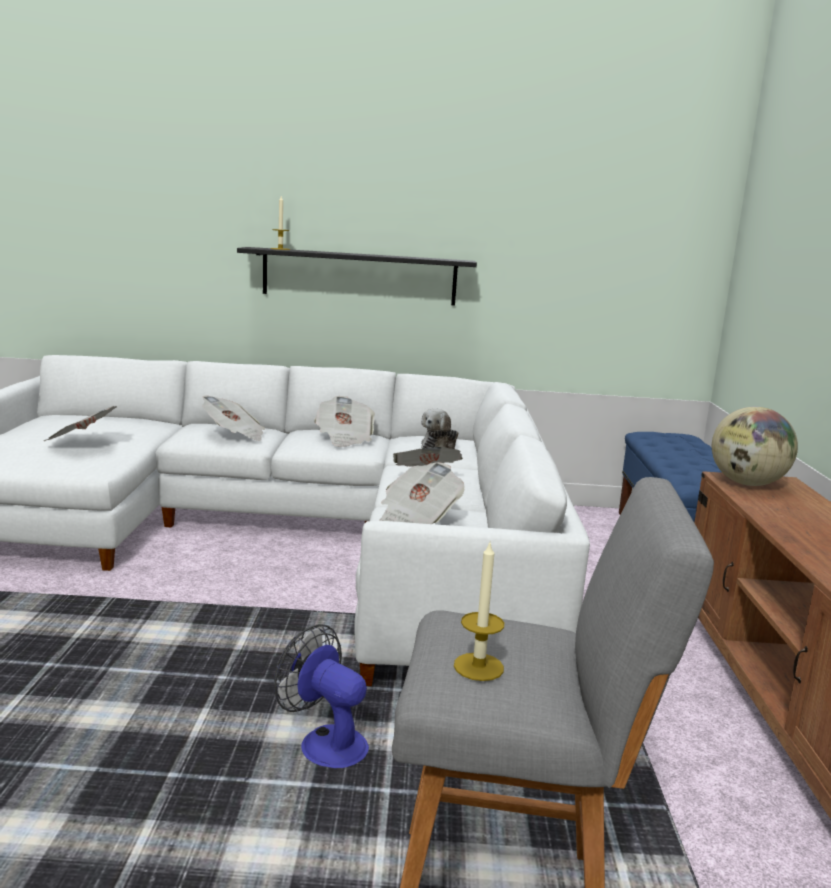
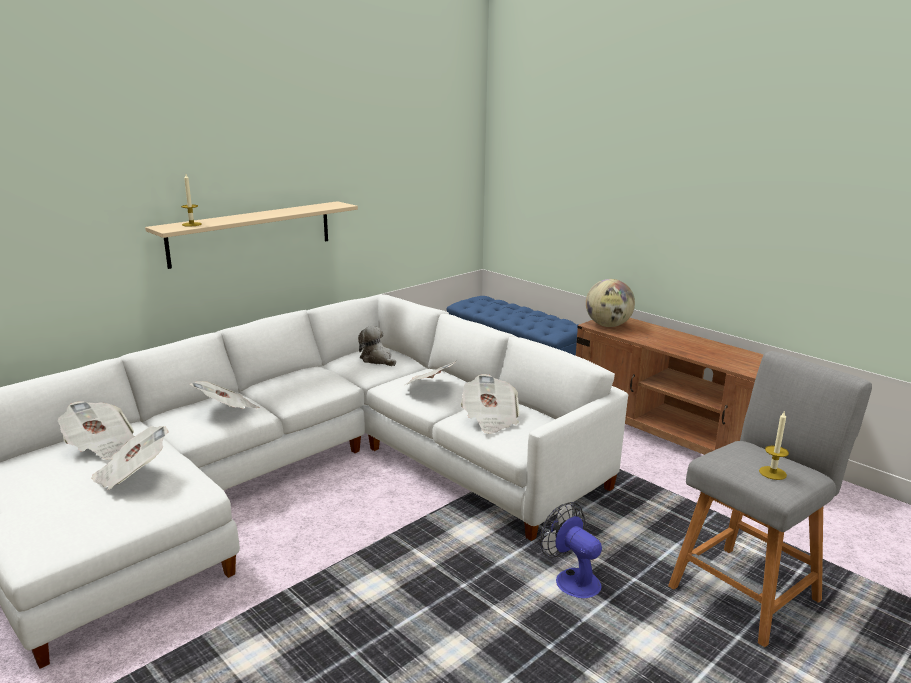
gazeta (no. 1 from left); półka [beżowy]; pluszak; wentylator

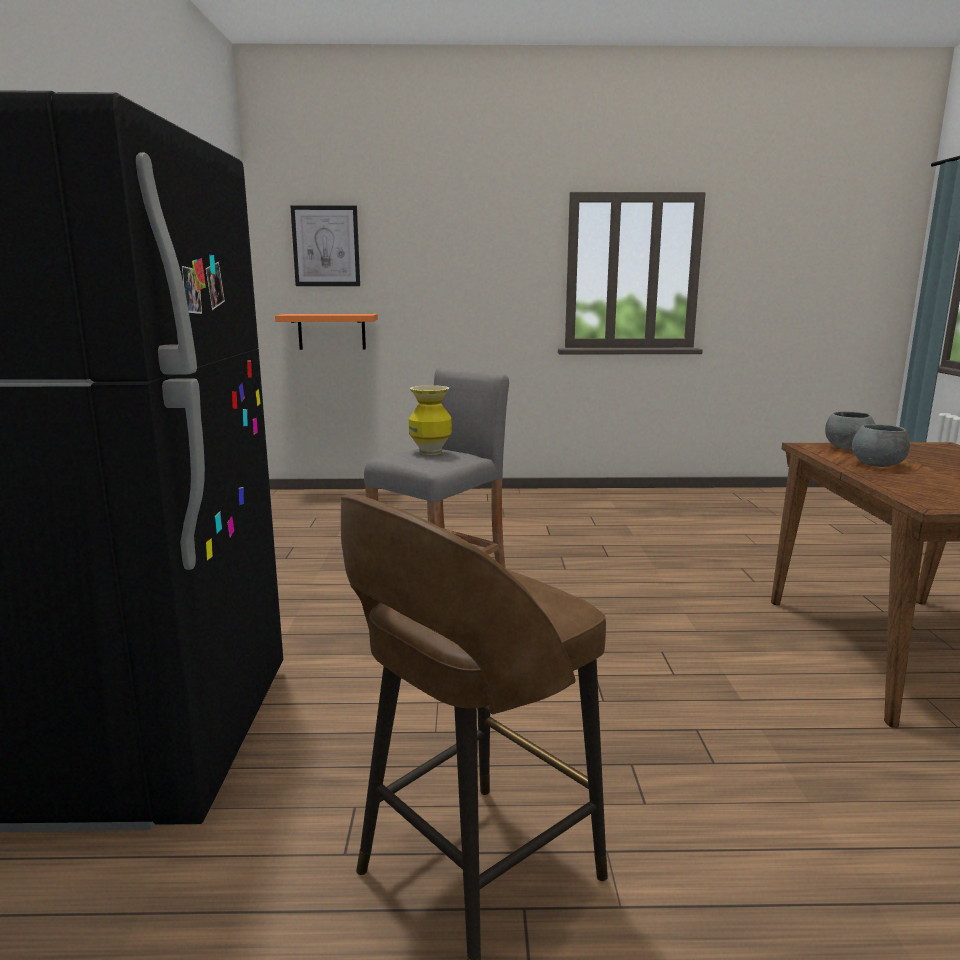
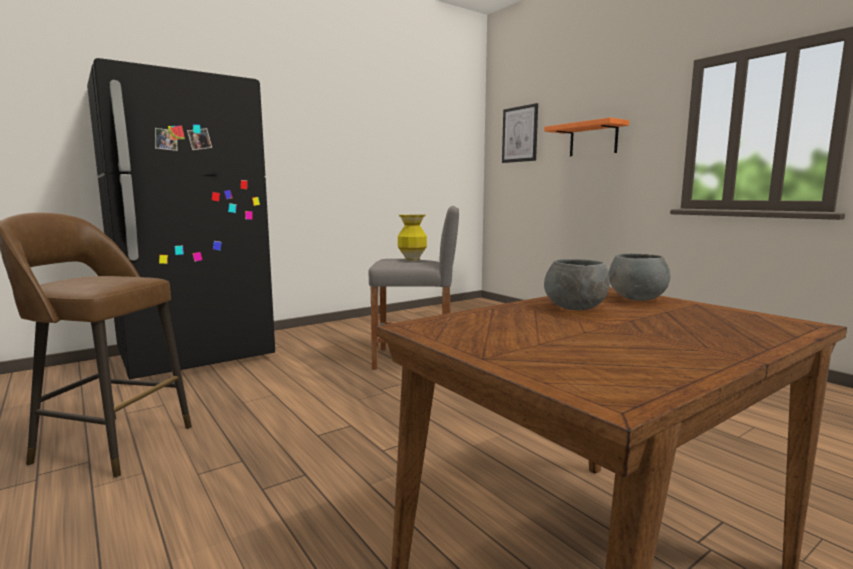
półka [pomarańczowy]

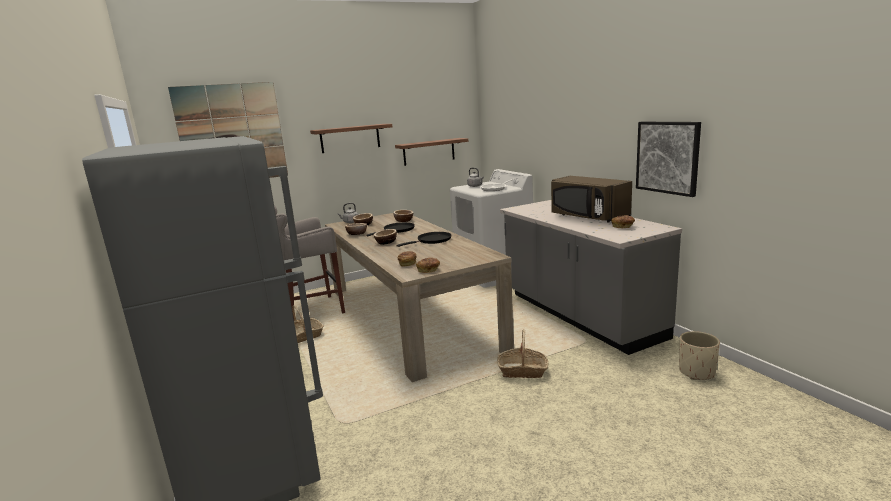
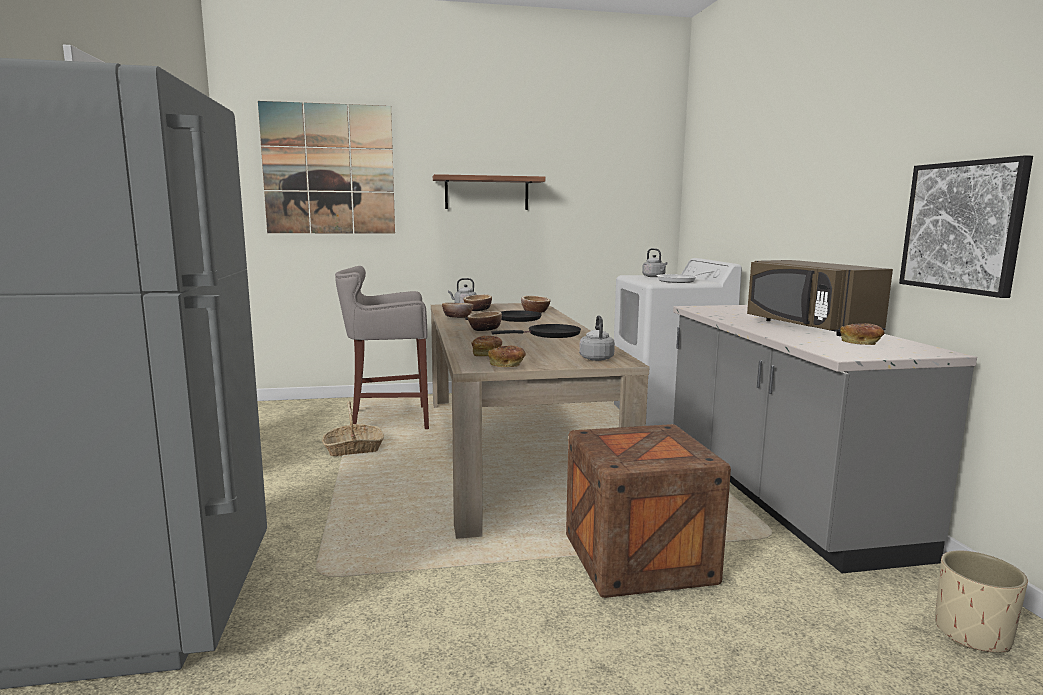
skrzynka; czajnik [szary] (no. 2 from left); półka (no. 2 from left in the first image)

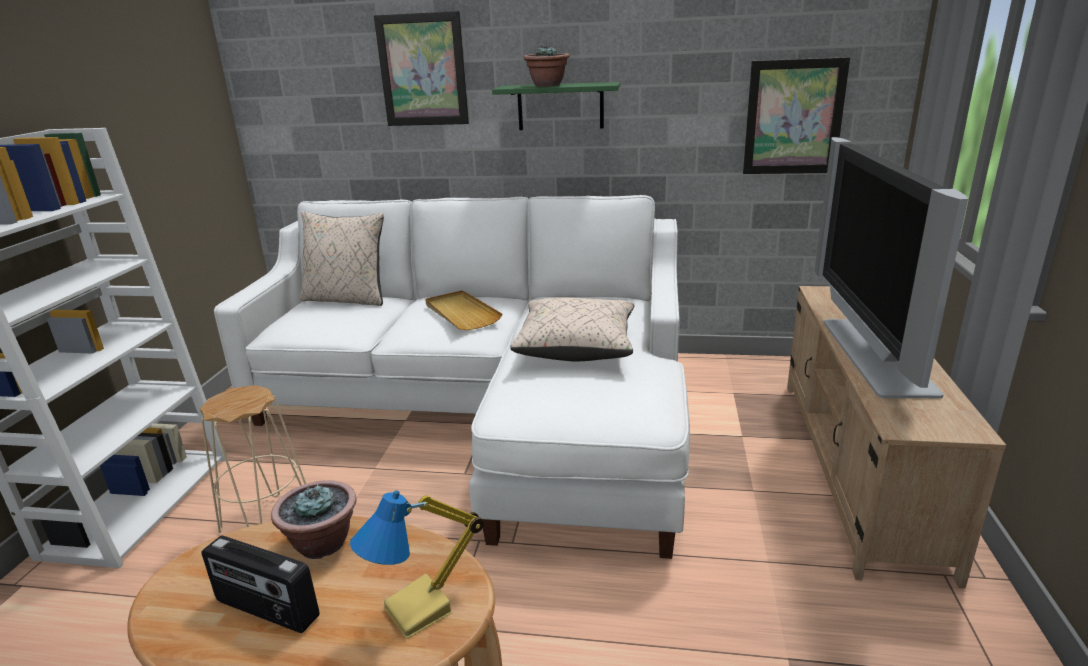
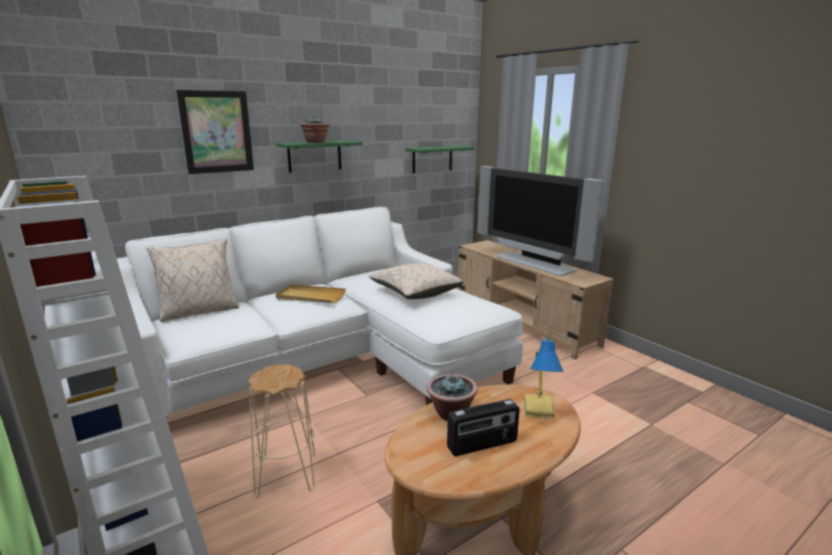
półka [zielony] (no. 2 from left)

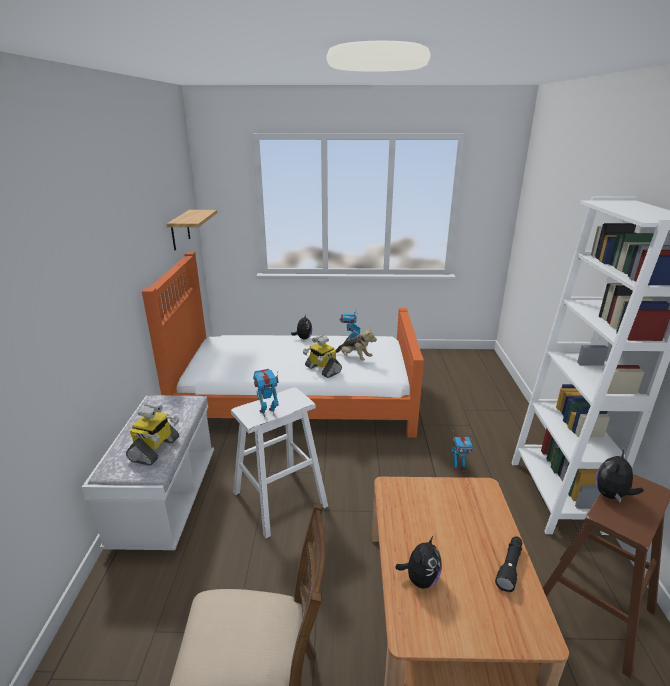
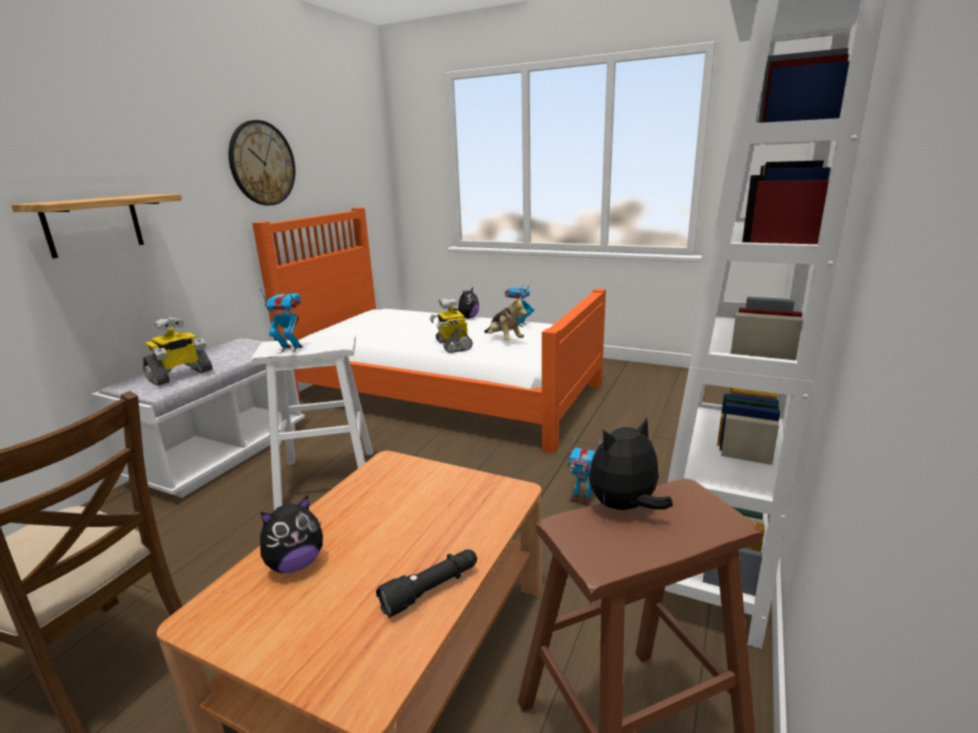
półka; zegar ścienny

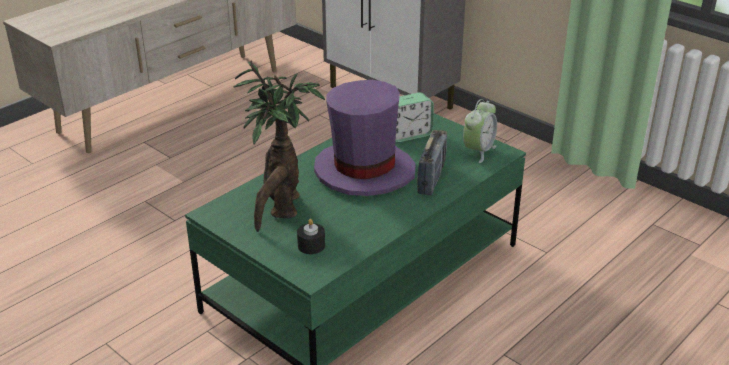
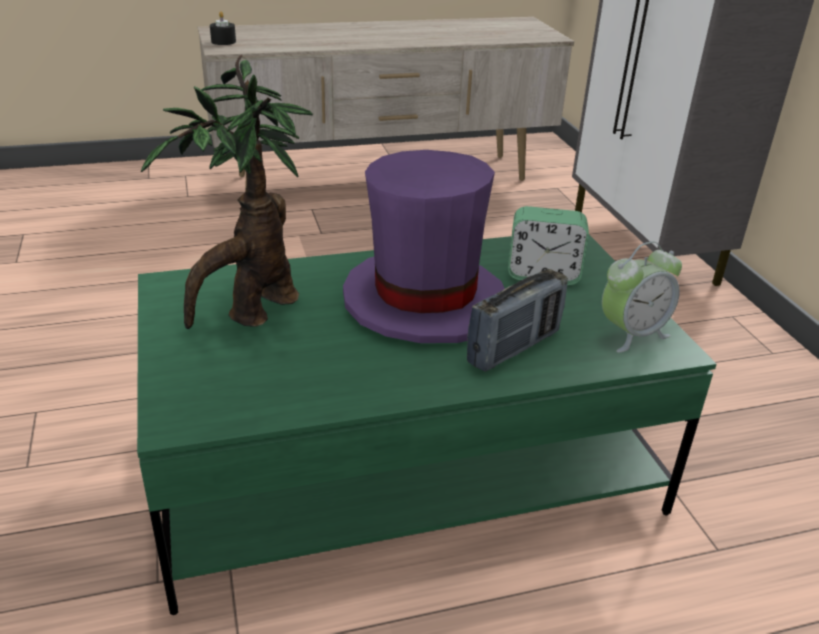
świeca [czarny]

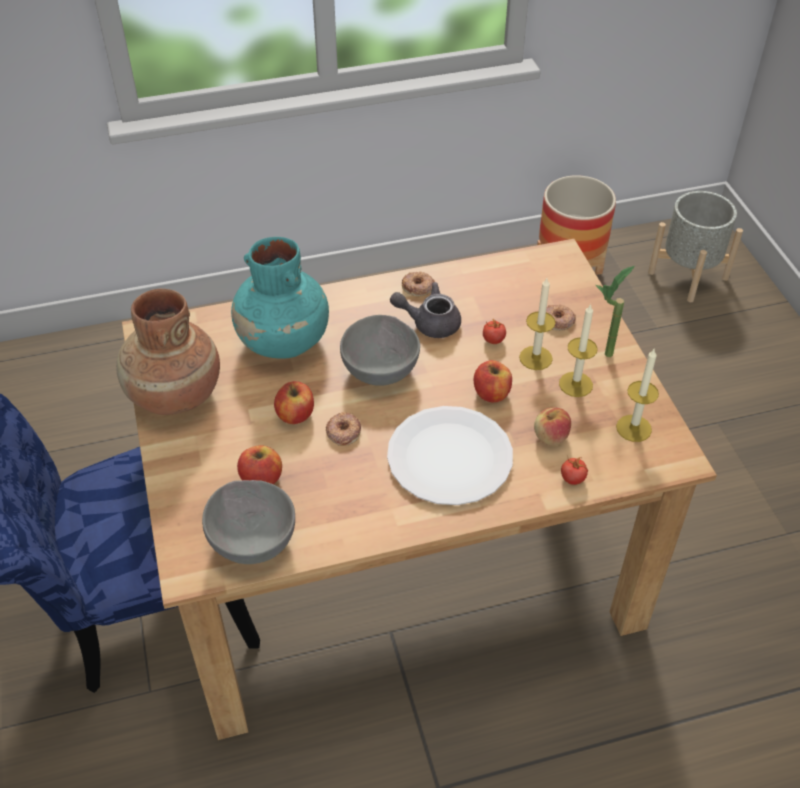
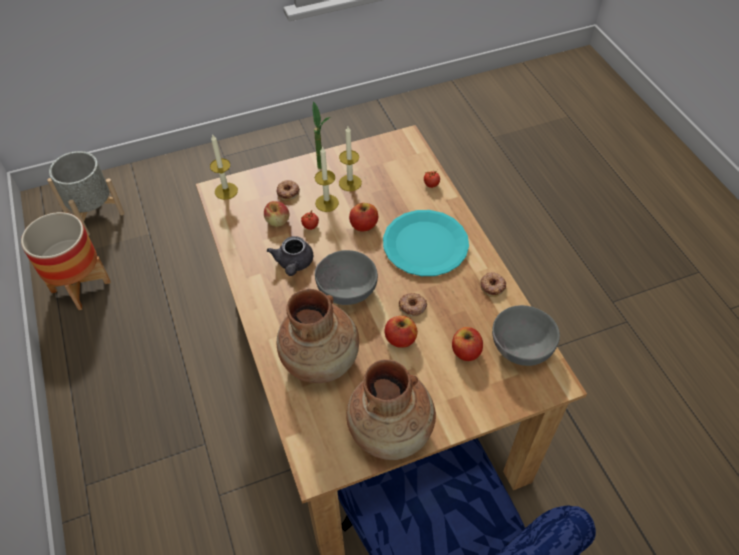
świeca (no. 1 from left); jabłko (no. 1 from left); wazon [brązowy] (no. 1 from left); talerz [turkusowy]; donut (no. 3 from left)

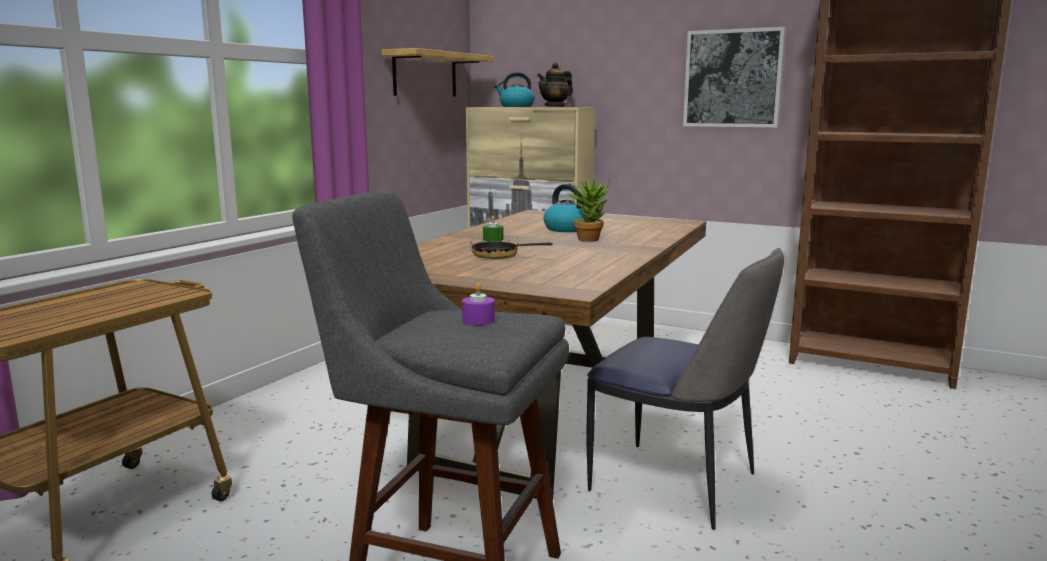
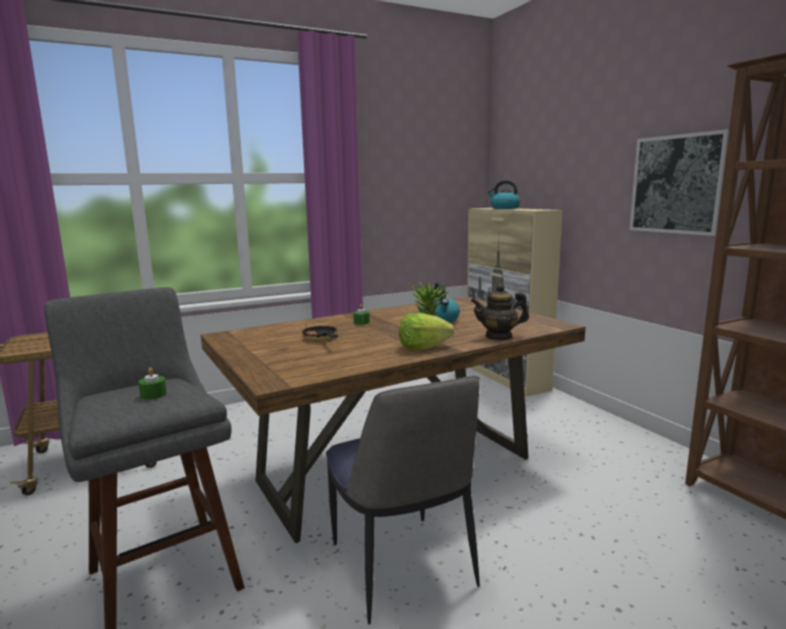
świeca [zielony] (no. 1 from left); sałata; imbryk; półka

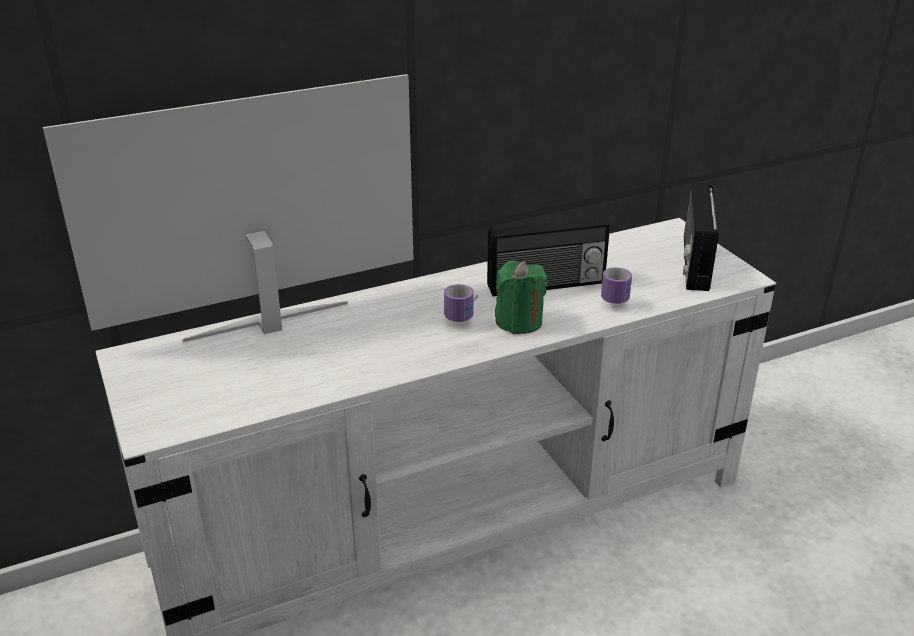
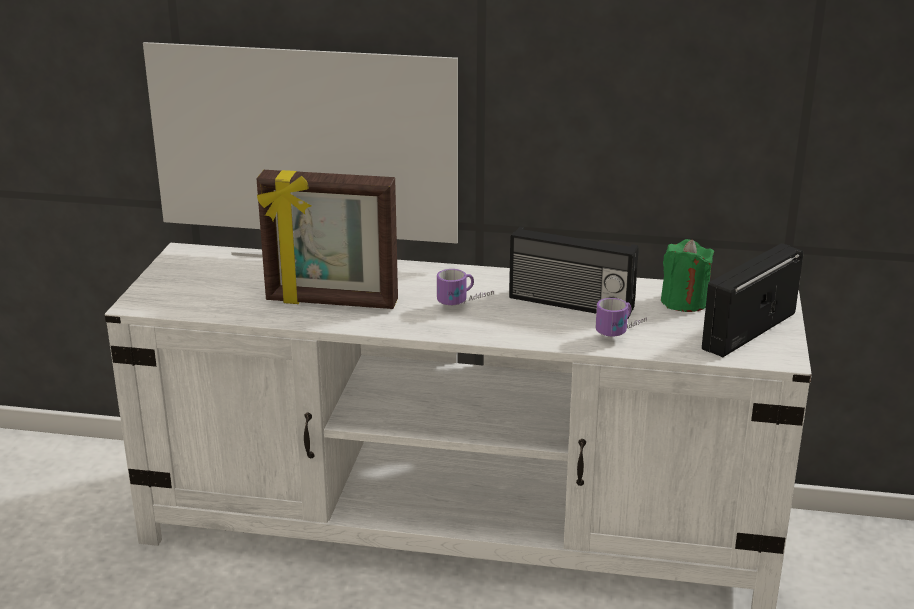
ramka na zdjęcie; świeca [zielony]

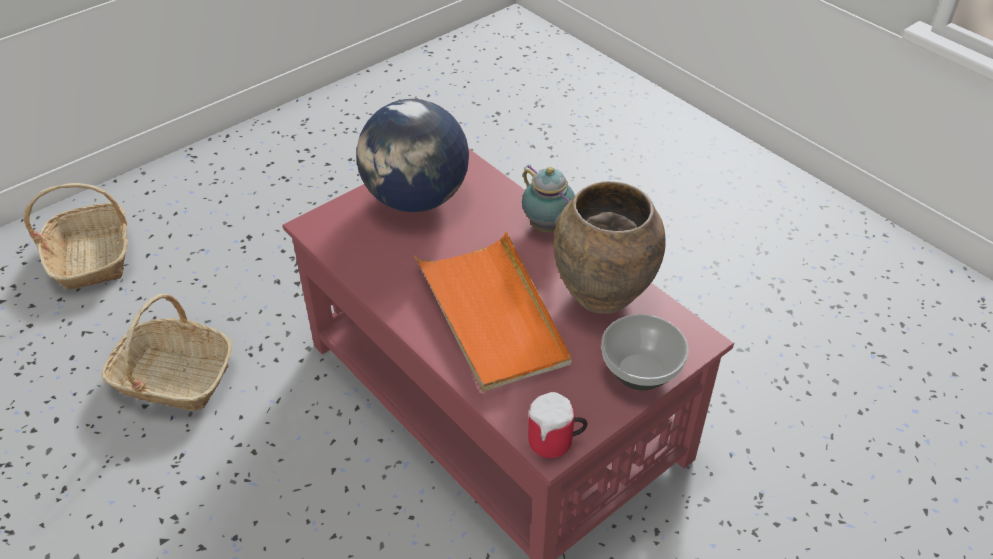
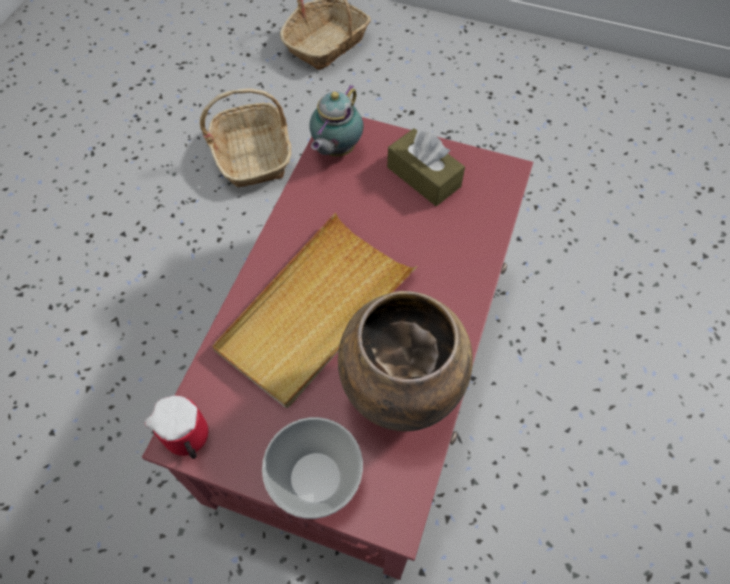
taca [beżowy]; imbryk; pudełko chusteczek [brązowy]

